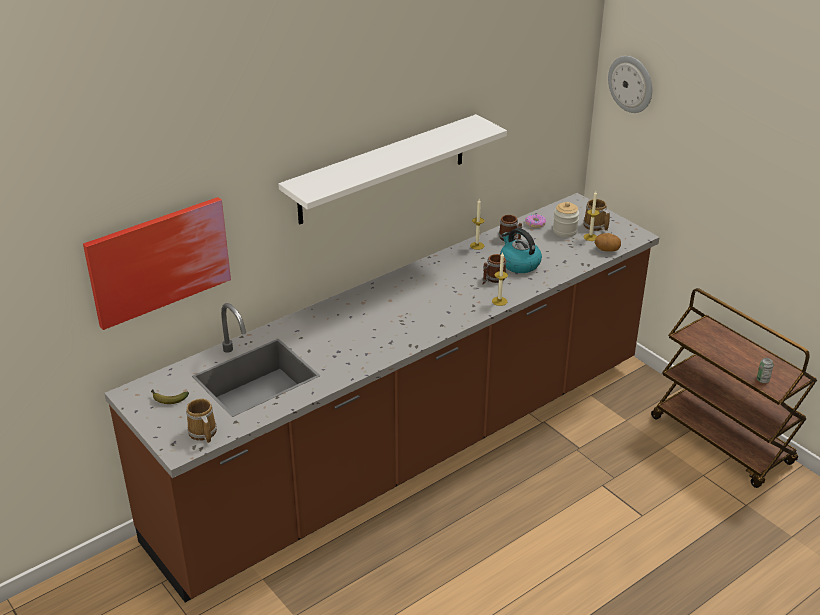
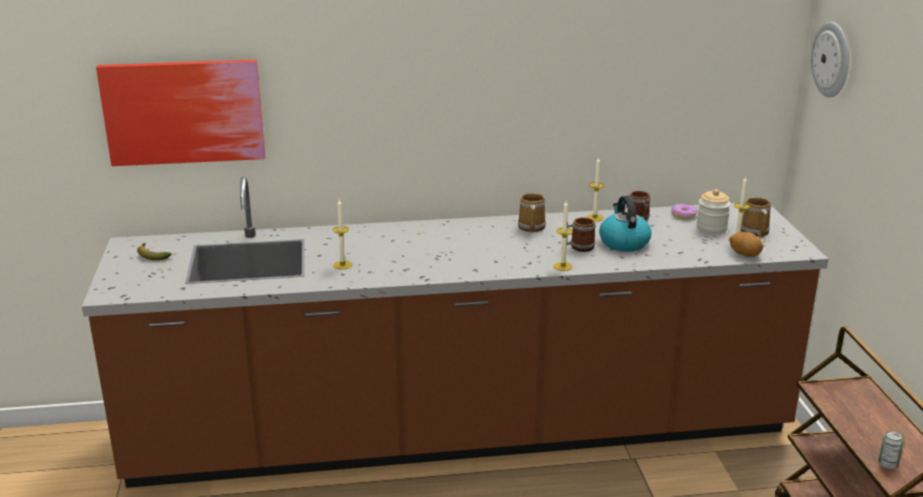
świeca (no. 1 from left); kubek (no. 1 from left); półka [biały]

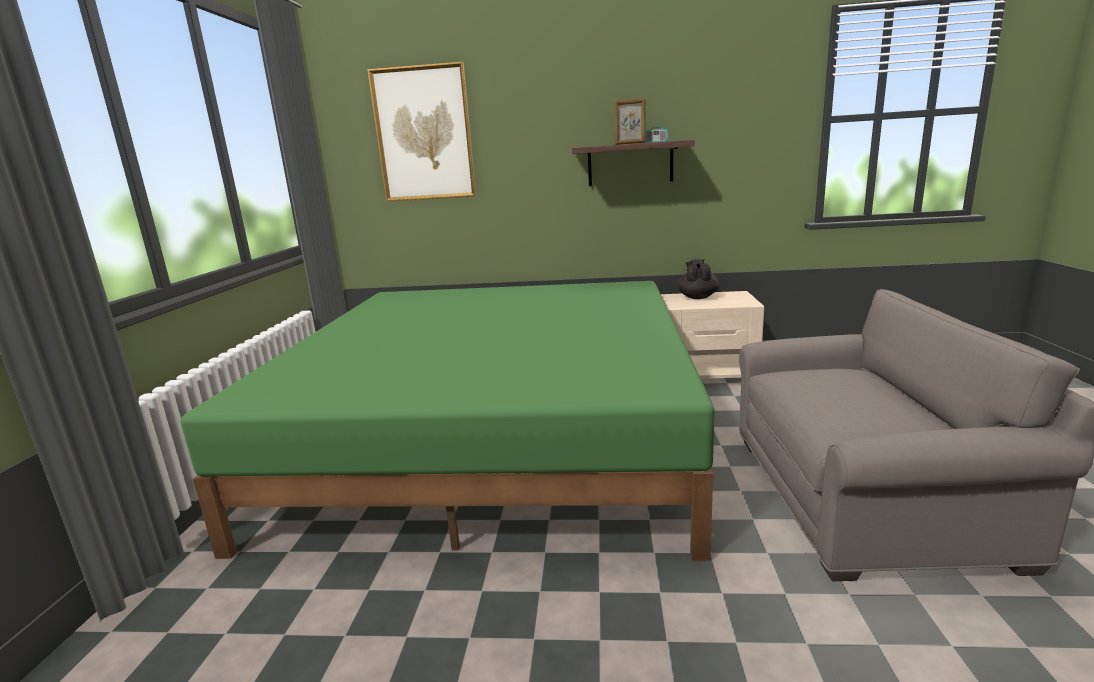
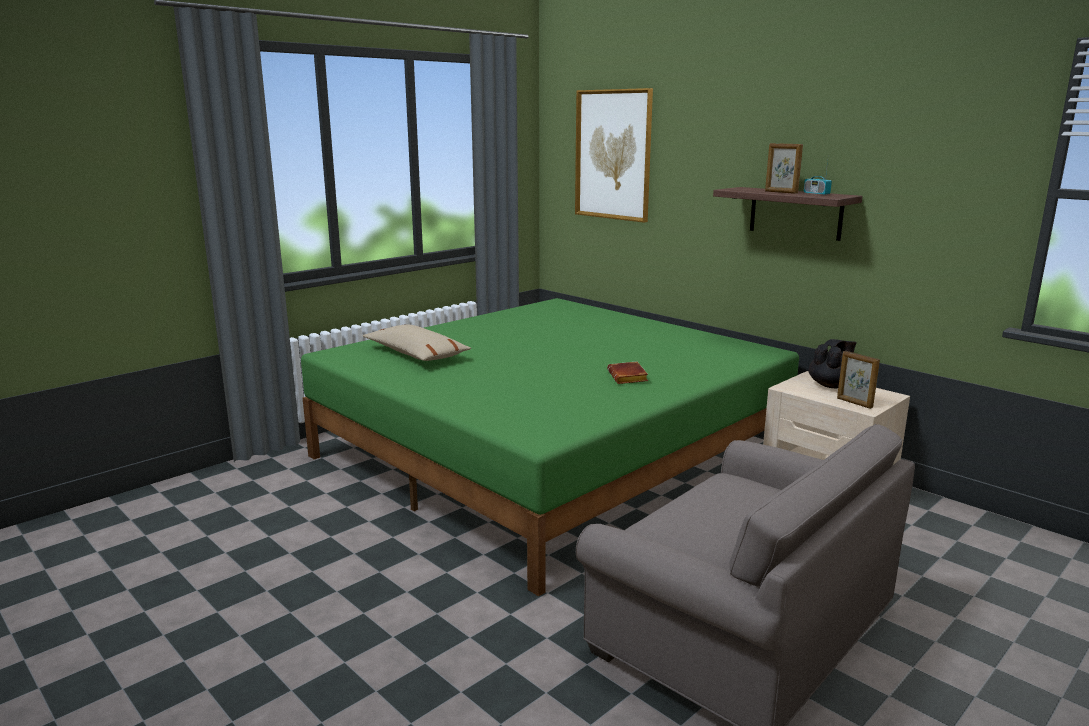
poduszka [beżowy]; książka [brązowy]; ramka na zdjęcie (no. 2 from left)

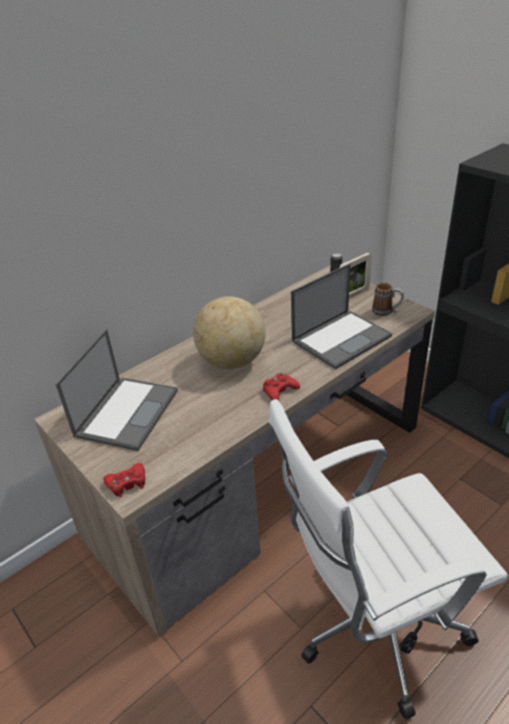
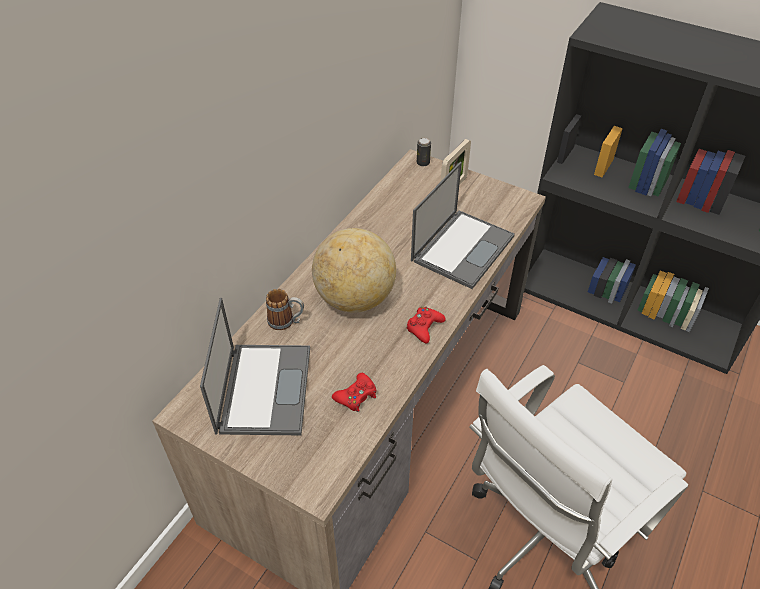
kubek; pad do gier [czerwony] (no. 1 from left)

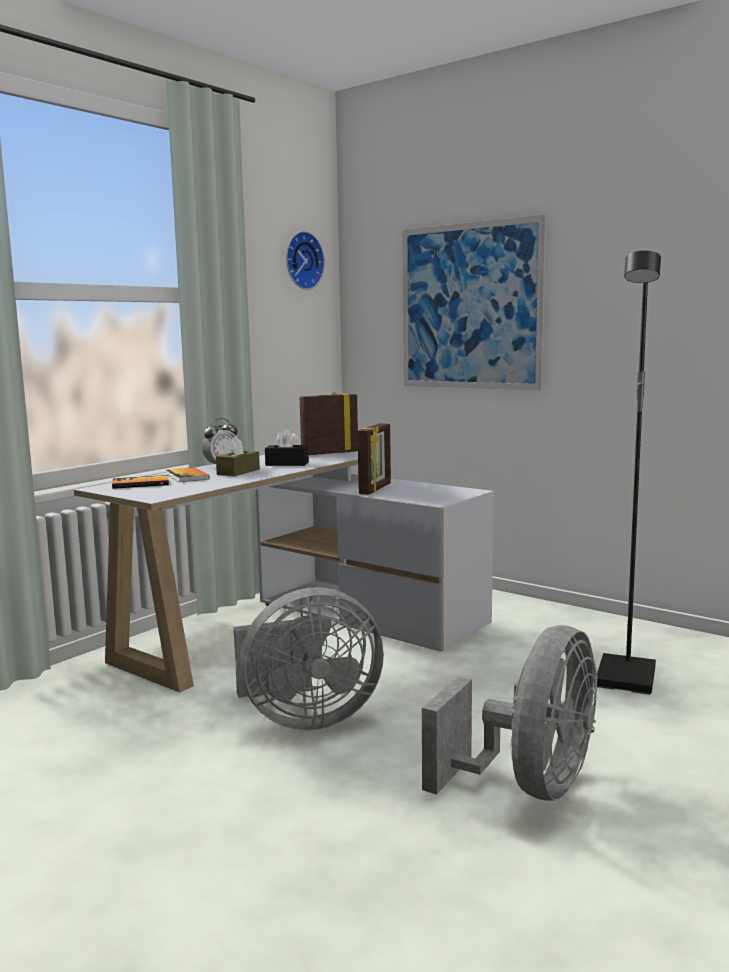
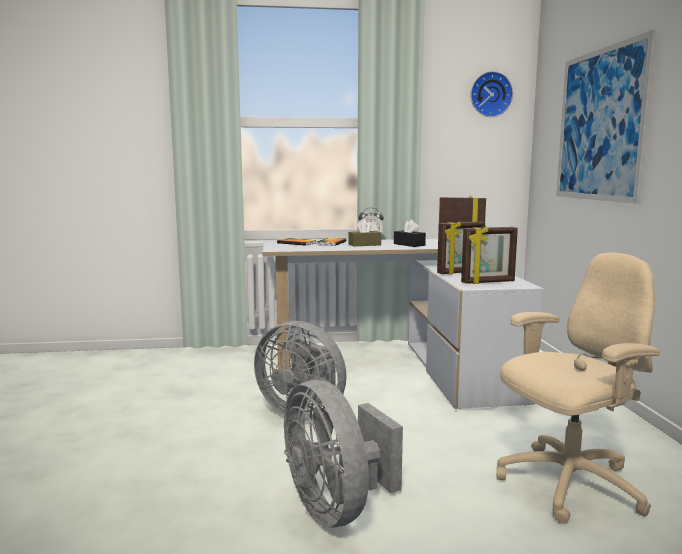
wentylator [szary] (no. 2 from left); ramka na zdjęcie (no. 3 from left); krzesło biurowe [beżowy]

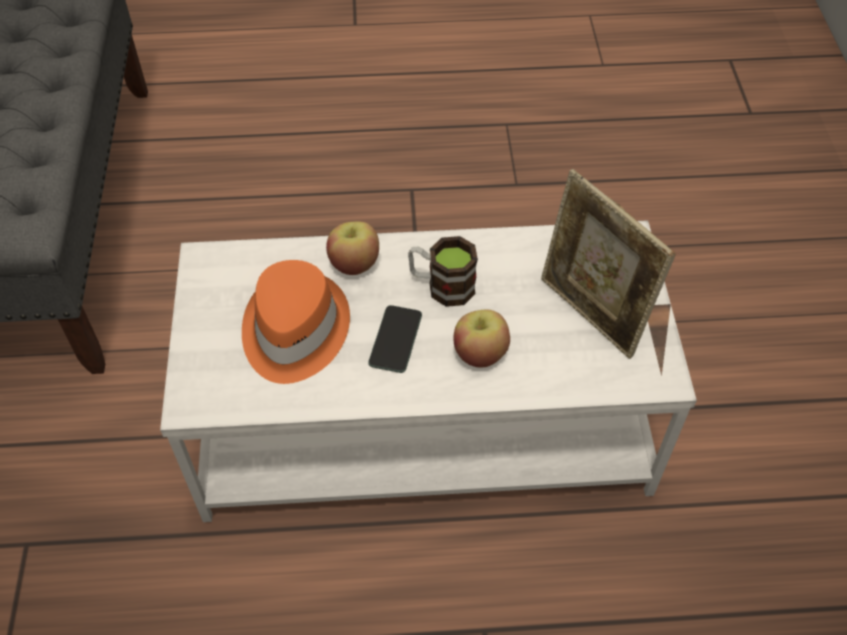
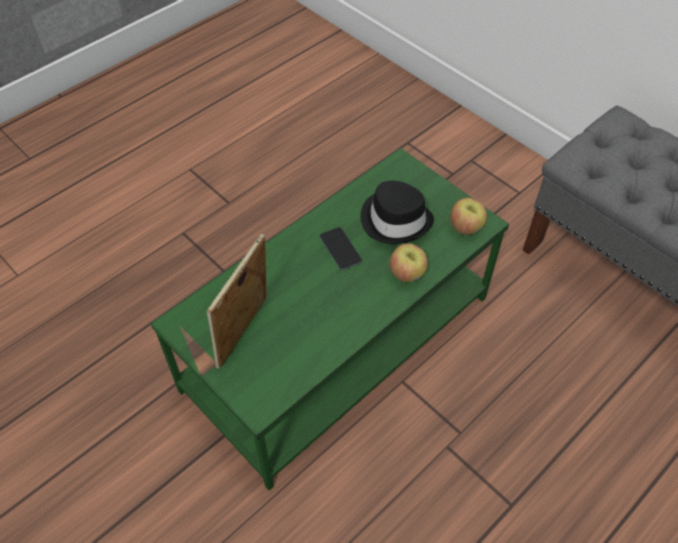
ława [zielony]; ramka na zdjęcie; kapelusz [czarny]; jabłko (no. 2 from left); kubek

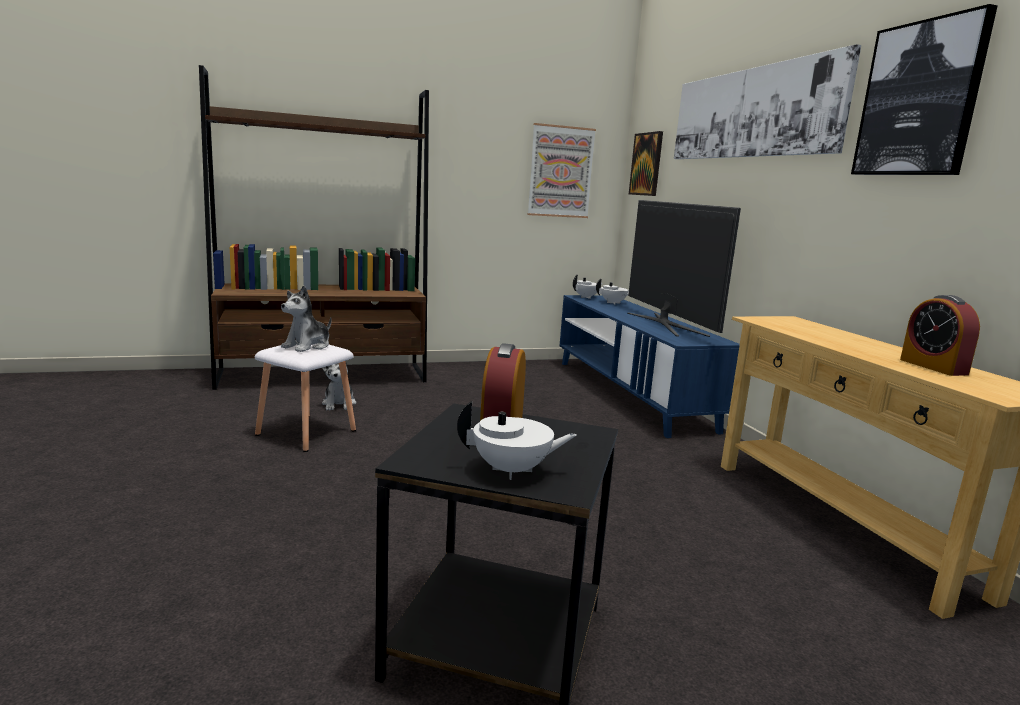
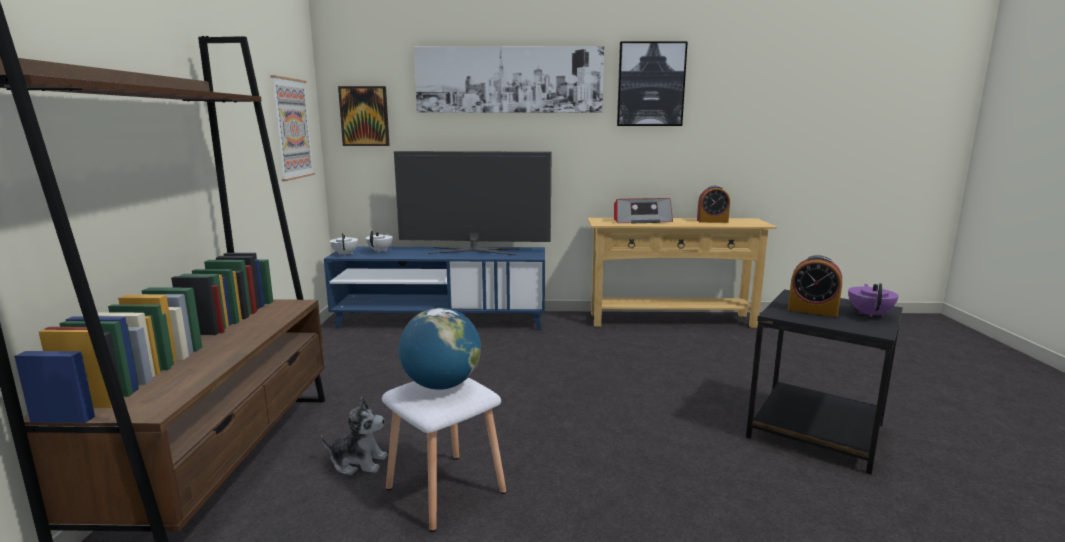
globus; radio; imbryk [fioletowy]

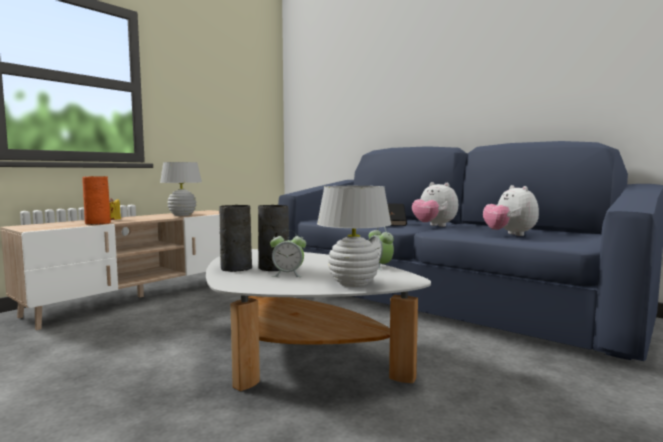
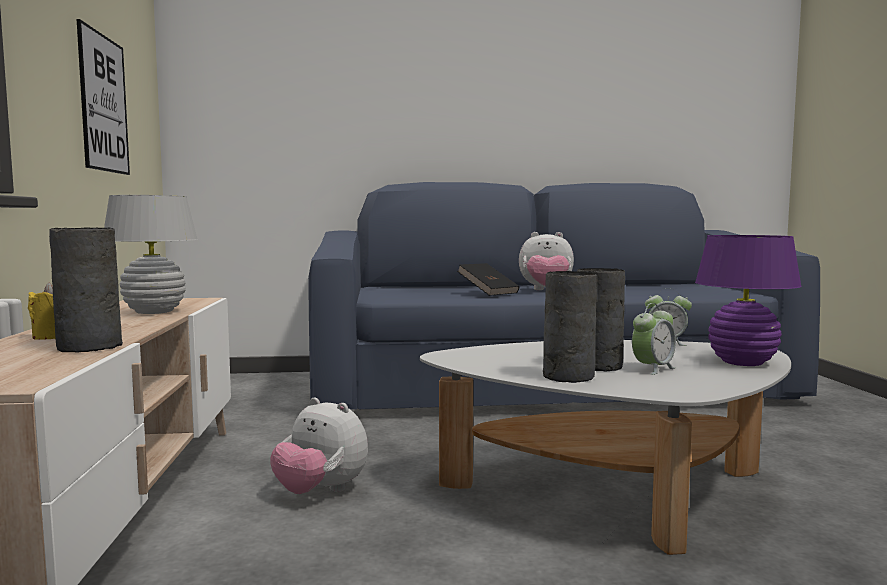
wazon [szary] (no. 1 from left); obraz; pluszak (no. 1 from left); lampa stołowa [fioletowy]

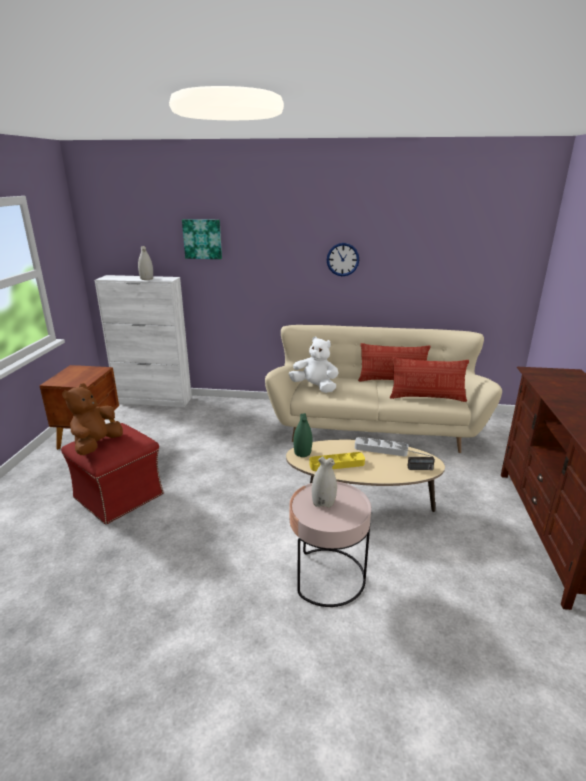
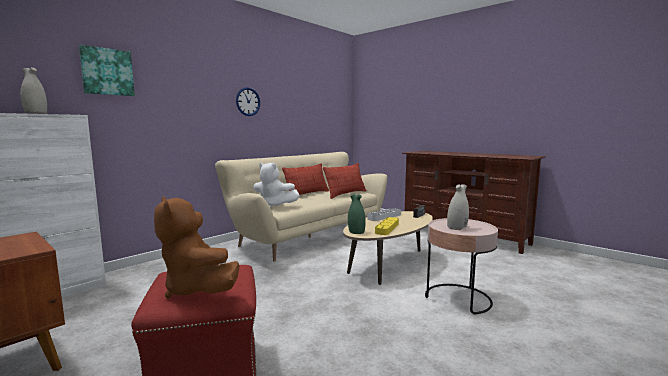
pluszak [biały]

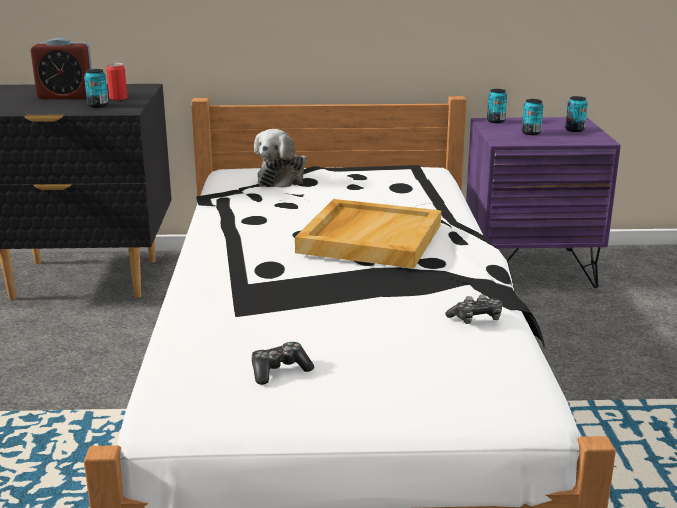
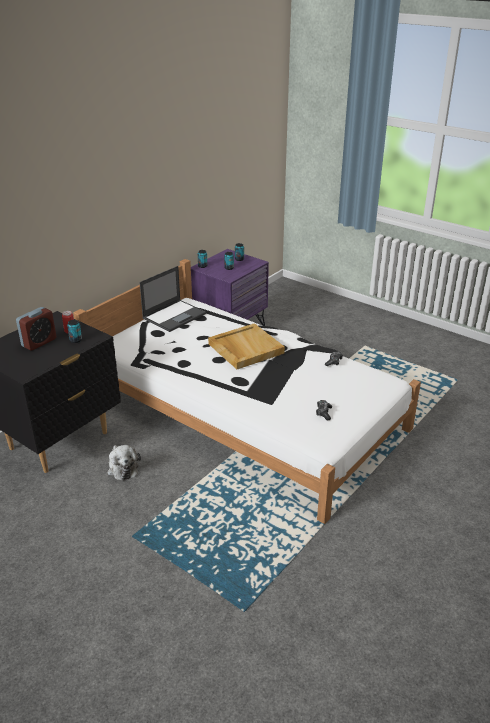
pluszak; laptop

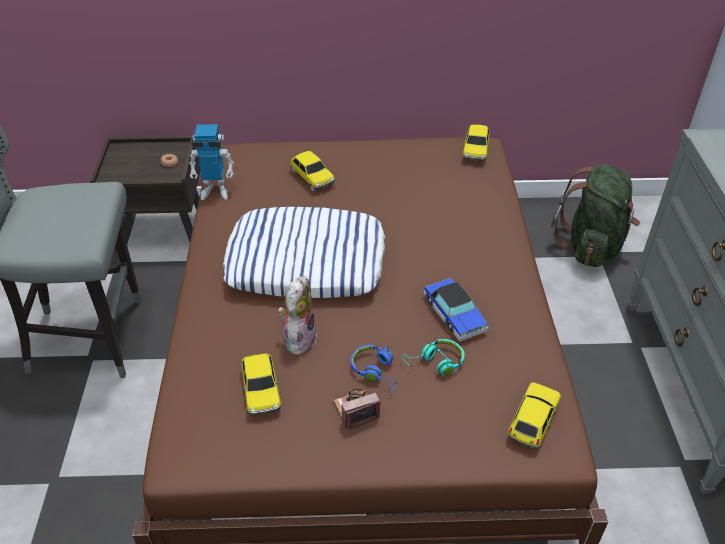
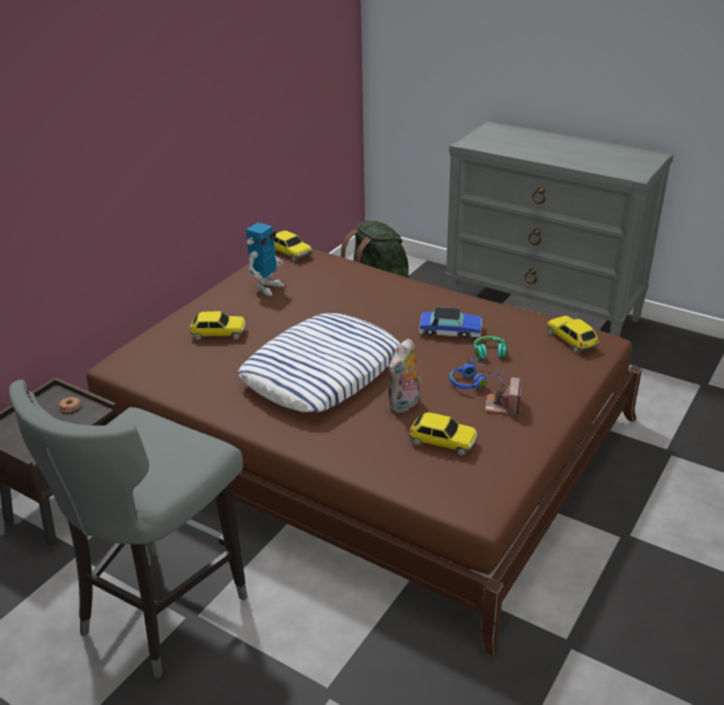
robot zabawkowy; pluszak

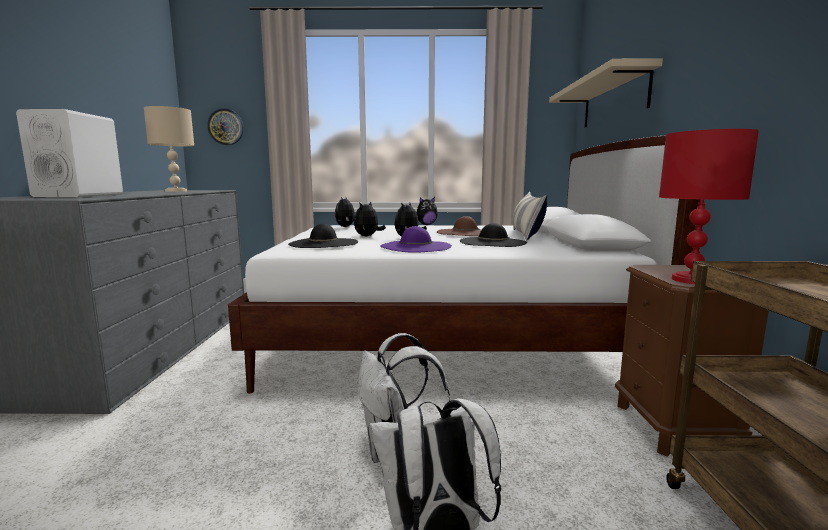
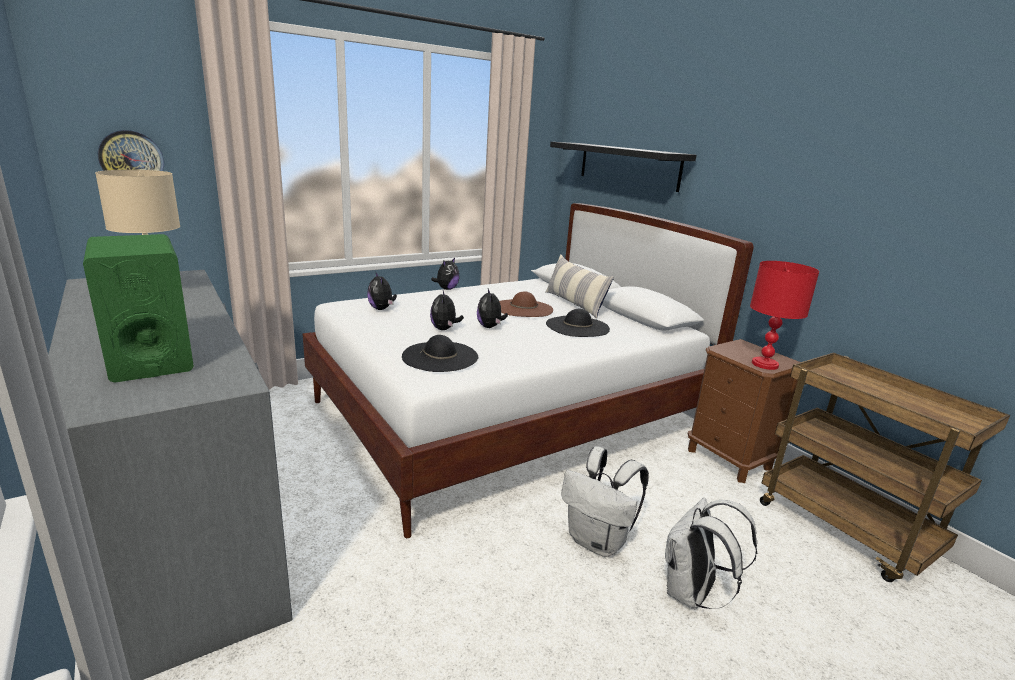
głośnik [zielony]; półka [czarny]; kapelusz [fioletowy]

